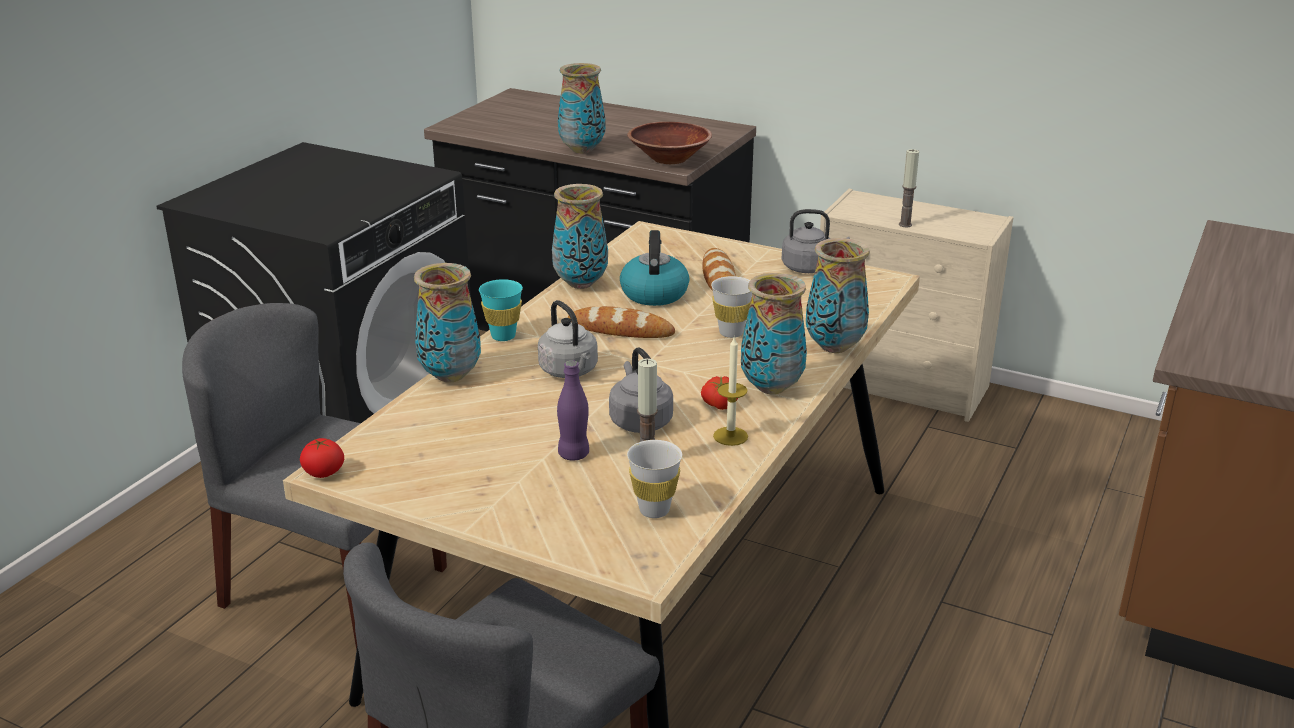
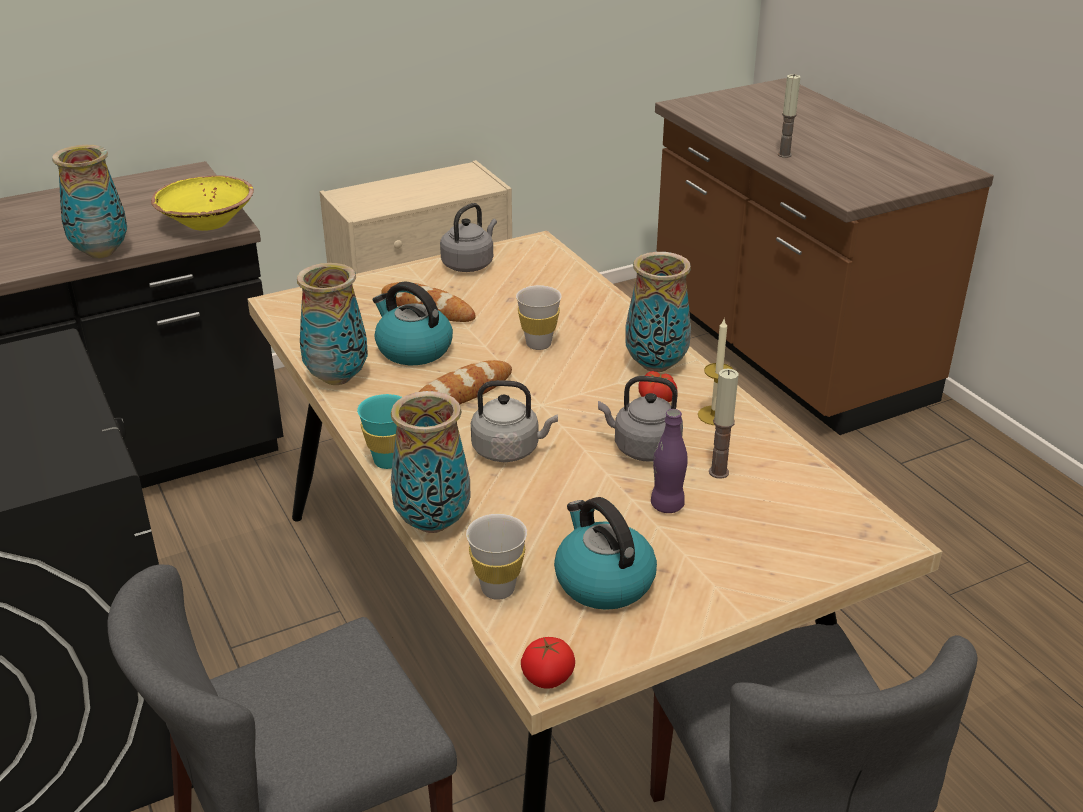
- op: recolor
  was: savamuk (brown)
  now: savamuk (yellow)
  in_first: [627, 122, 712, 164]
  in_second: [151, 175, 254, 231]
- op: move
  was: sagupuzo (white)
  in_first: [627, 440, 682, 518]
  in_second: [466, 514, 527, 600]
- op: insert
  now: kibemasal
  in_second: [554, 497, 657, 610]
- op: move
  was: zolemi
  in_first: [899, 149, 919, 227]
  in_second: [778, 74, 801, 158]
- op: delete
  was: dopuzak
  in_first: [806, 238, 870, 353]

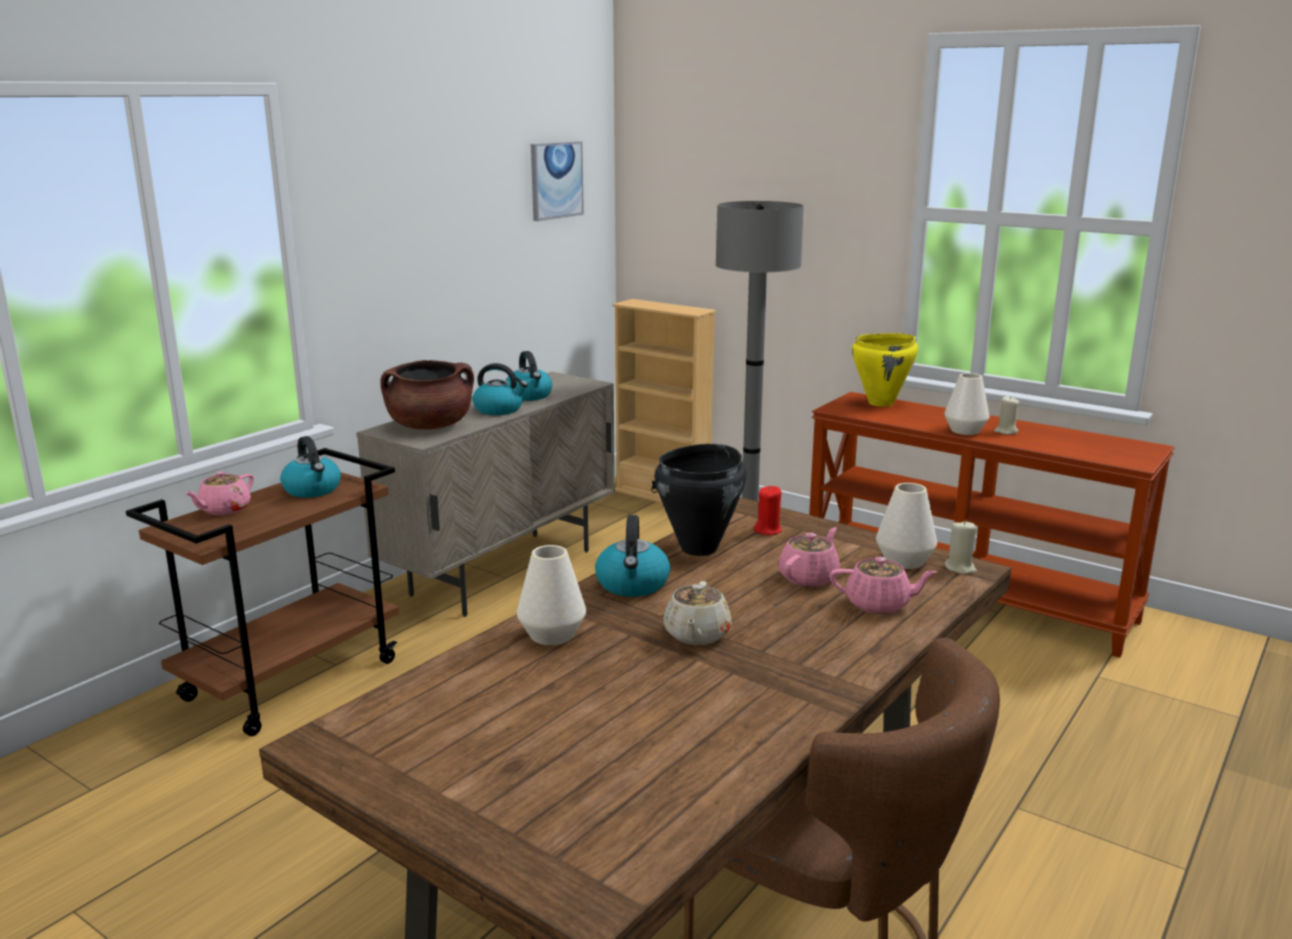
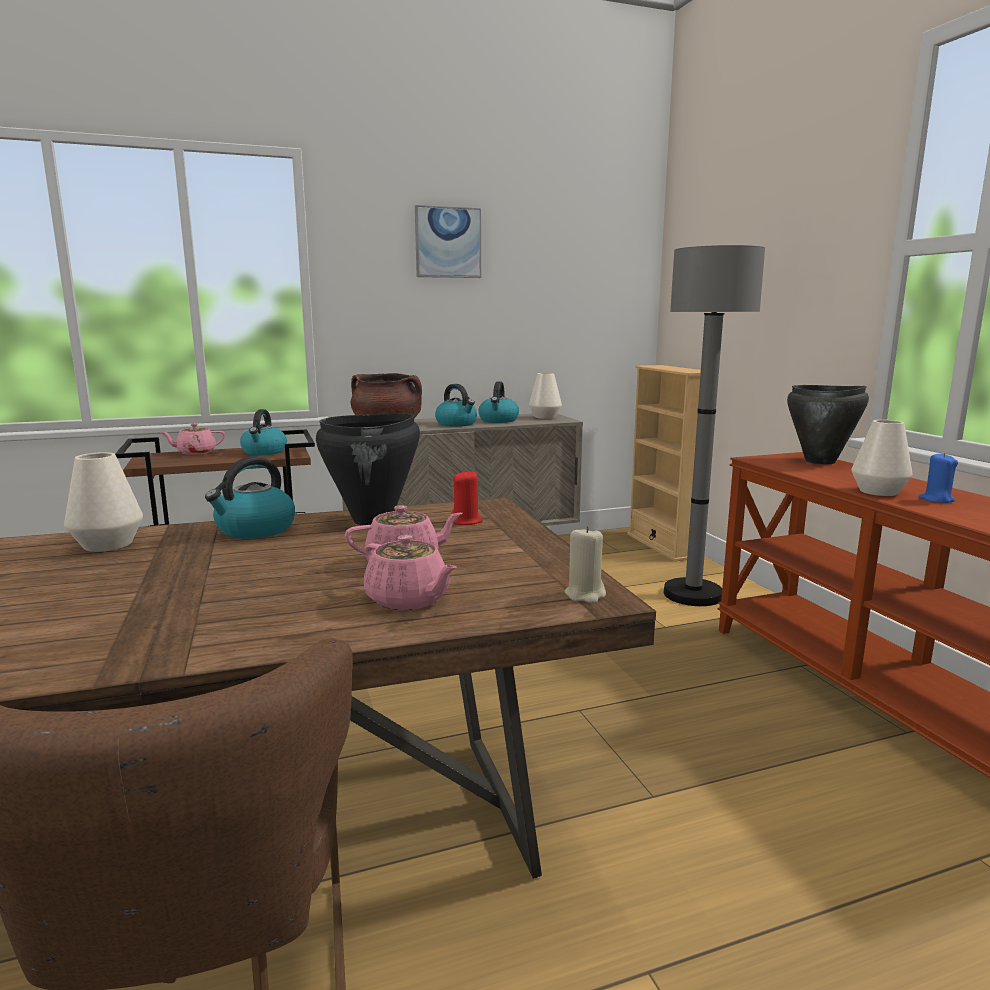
- op: move
  was: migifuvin
  in_first: [531, 141, 584, 221]
  in_second: [415, 205, 481, 278]
- op: move
  was: dopuzak (white)
  in_first: [876, 483, 937, 569]
  in_second: [529, 373, 562, 419]
- op: recolor
  was: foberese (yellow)
  now: foberese (black)
  in_first: [852, 333, 918, 407]
  in_second: [787, 385, 869, 464]
- op: recolor
  was: zolemi (beige)
  now: zolemi (blue)
  in_first: [994, 396, 1020, 435]
  in_second: [919, 453, 958, 503]
- op: delete
  was: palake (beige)
  in_first: [663, 581, 732, 645]

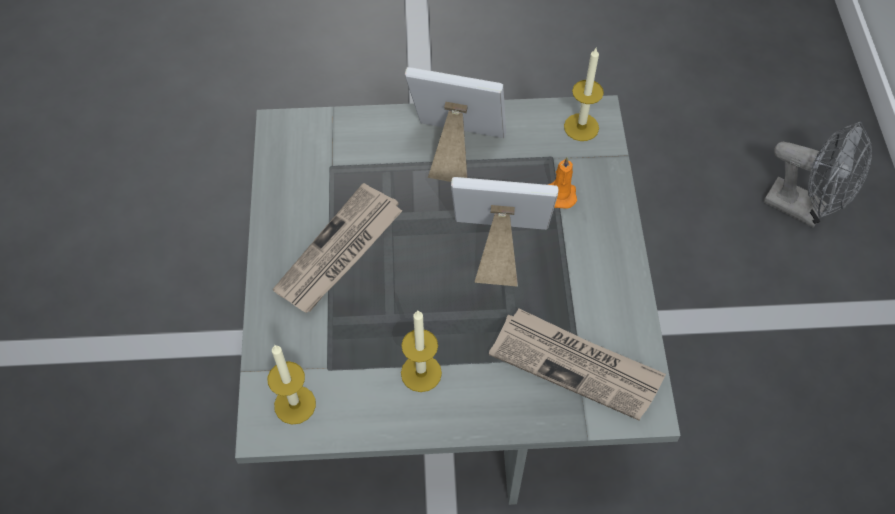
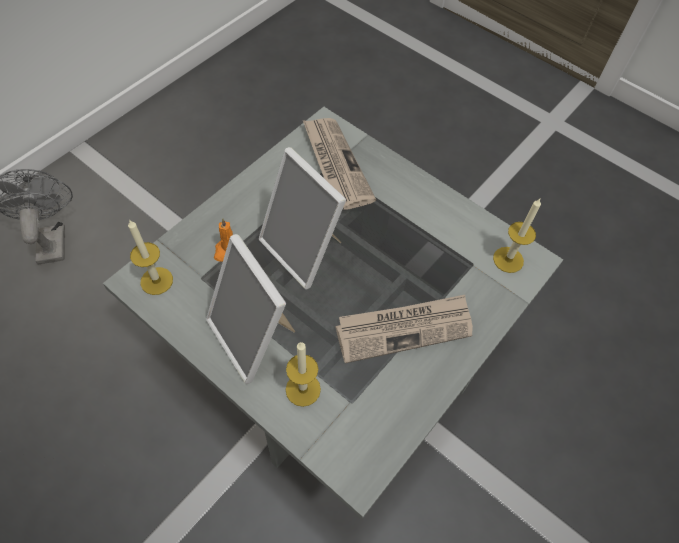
- op: move
  was: zolemi
  in_first: [401, 311, 442, 392]
  in_second: [286, 342, 321, 407]

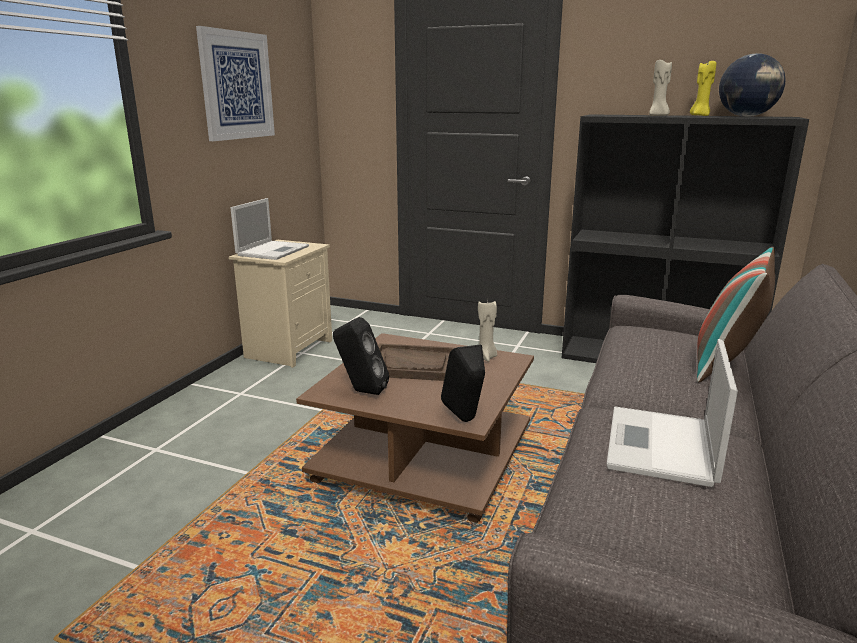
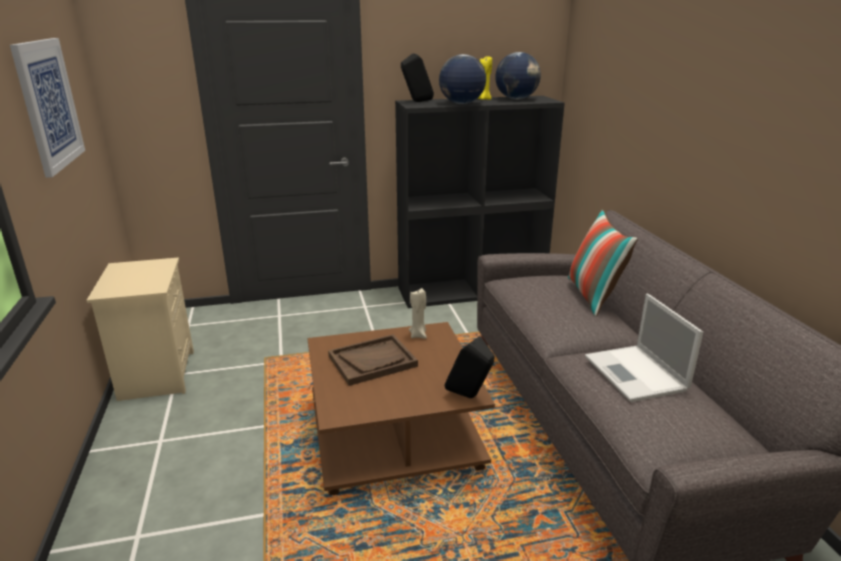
- op: move
  was: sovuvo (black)
  in_first: [333, 317, 389, 395]
  in_second: [401, 53, 434, 102]
- op: replace
  was: zolemi (beige)
  now: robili
  in_first: [649, 60, 672, 116]
  in_second: [439, 54, 486, 104]
- op: delete
  was: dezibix
  in_first: [231, 198, 309, 260]

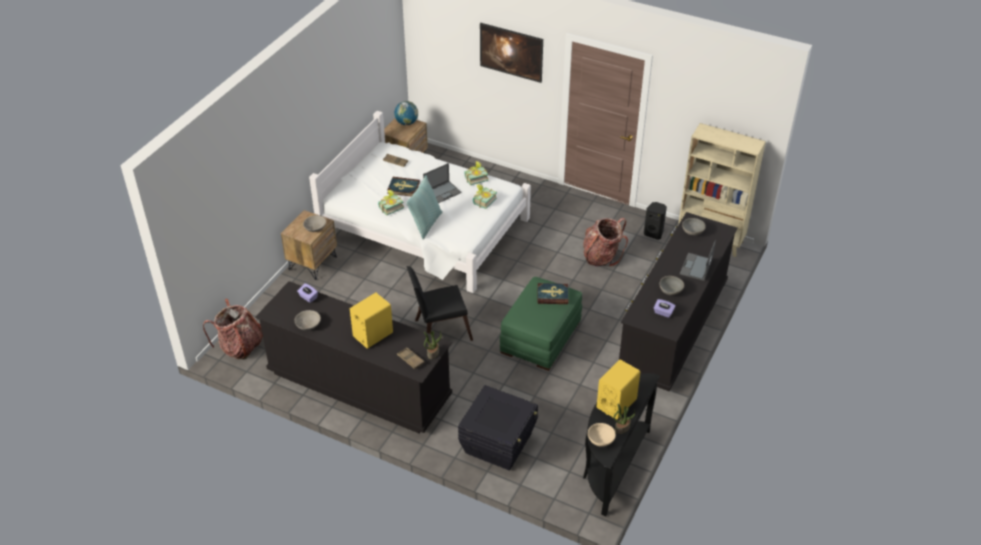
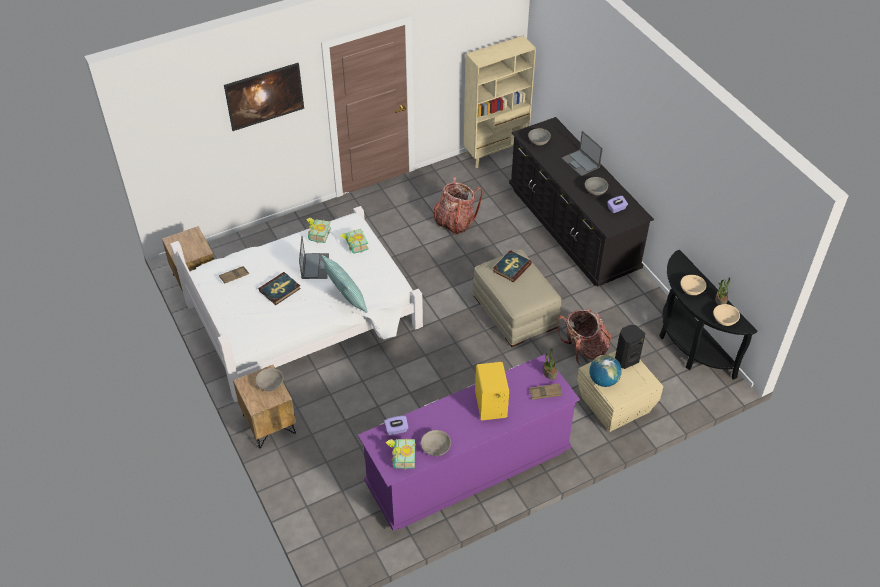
- op: recolor
  was: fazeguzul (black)
  now: fazeguzul (purple)
  in_first: [255, 281, 452, 433]
  in_second: [358, 354, 580, 531]
- op: move
  was: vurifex
  in_first: [378, 190, 404, 215]
  in_second: [386, 439, 416, 470]
- op: recolor
  was: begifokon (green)
  now: begifokon (beige)
  in_first: [500, 277, 582, 371]
  in_second: [473, 250, 562, 347]
- op: move
  was: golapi
  in_first: [203, 299, 263, 359]
  in_second: [556, 309, 611, 365]
- op: recolor
  was: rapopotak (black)
  now: rapopotak (beige)
  in_first: [458, 385, 538, 471]
  in_second: [577, 351, 663, 432]
- op: move
  was: robili
  in_first: [394, 101, 418, 125]
  in_second: [589, 355, 622, 387]
- op: move
  was: sovuvo (black)
  in_first: [644, 202, 667, 240]
  in_second: [615, 325, 645, 369]
- op: replace
  was: sovuvo (yellow)
  now: savamuk (beige)
  in_first: [597, 359, 640, 420]
  in_second: [681, 275, 707, 295]
- op: delete
  was: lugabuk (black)
  in_first: [406, 266, 473, 341]

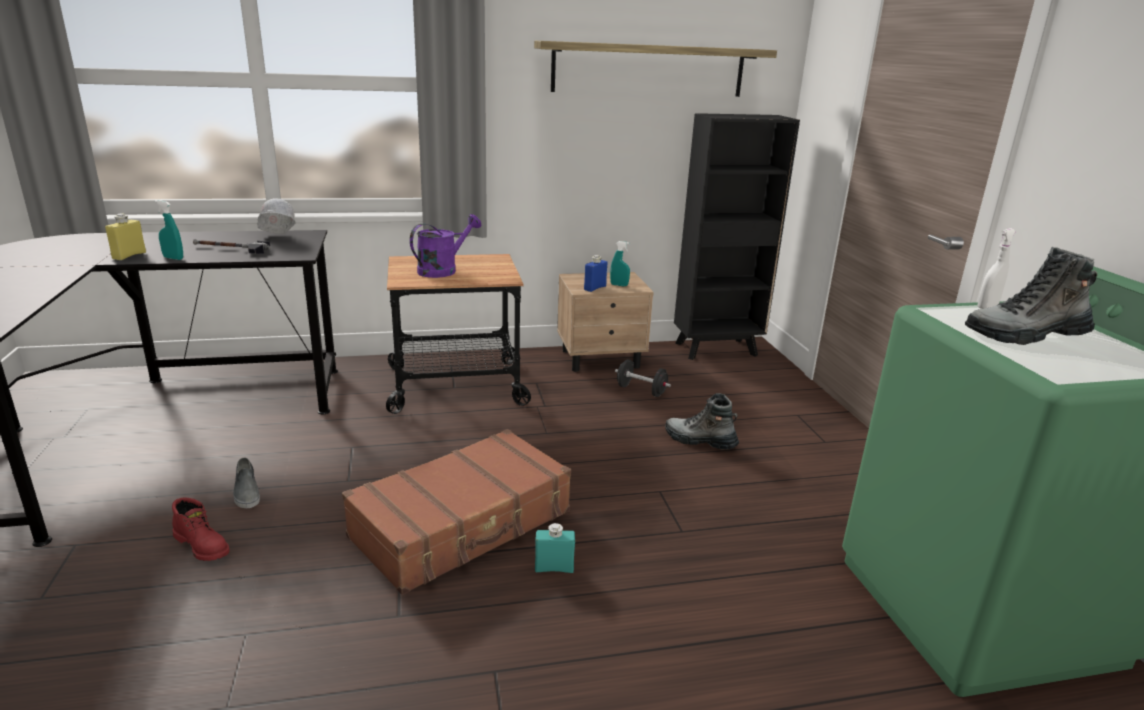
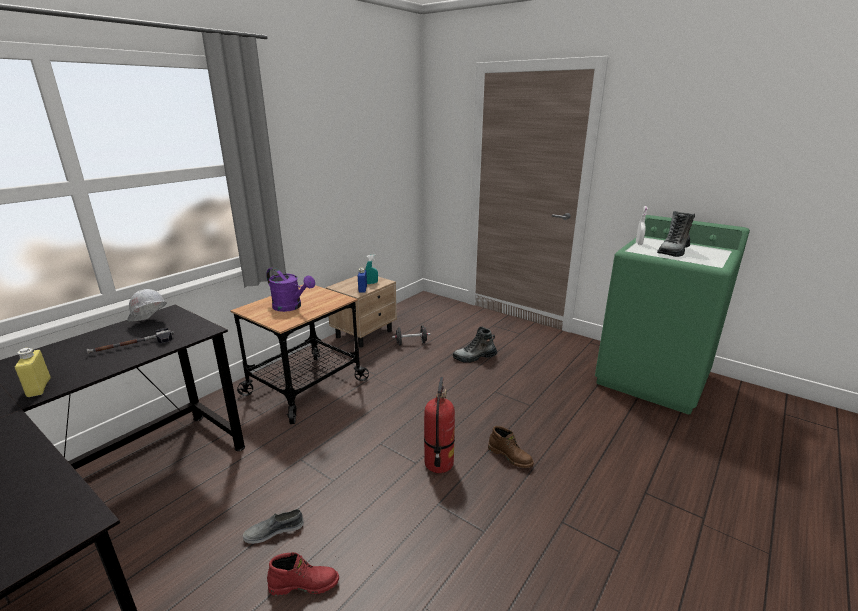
- op: rotate
  was: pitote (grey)
  in_first: [233, 458, 260, 508]
  in_second: [243, 509, 304, 544]
  clockwise: 135
- op: rotate
  was: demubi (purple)
  in_first: [410, 214, 481, 278]
  in_second: [266, 267, 315, 312]
  clockwise: 120
- op: replace
  was: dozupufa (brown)
  now: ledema
  in_first: [342, 429, 571, 595]
  in_second: [424, 377, 455, 473]
- op: replace
  was: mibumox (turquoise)
  now: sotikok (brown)
  in_first: [535, 523, 575, 573]
  in_second: [488, 426, 534, 468]
- op: delete
  was: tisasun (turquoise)
  in_first: [155, 200, 183, 260]
- op: delete
  was: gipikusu
  in_first: [534, 41, 777, 97]
- op: delete
  was: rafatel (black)
  in_first: [674, 113, 800, 360]

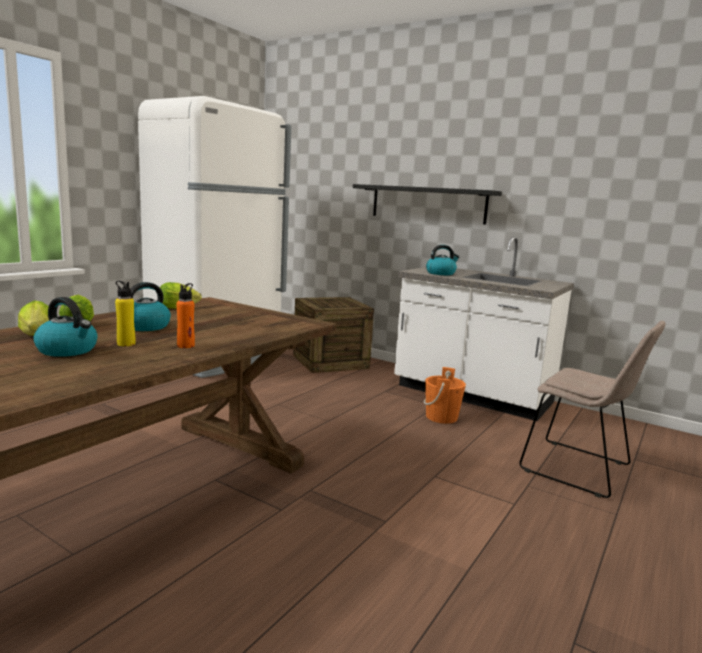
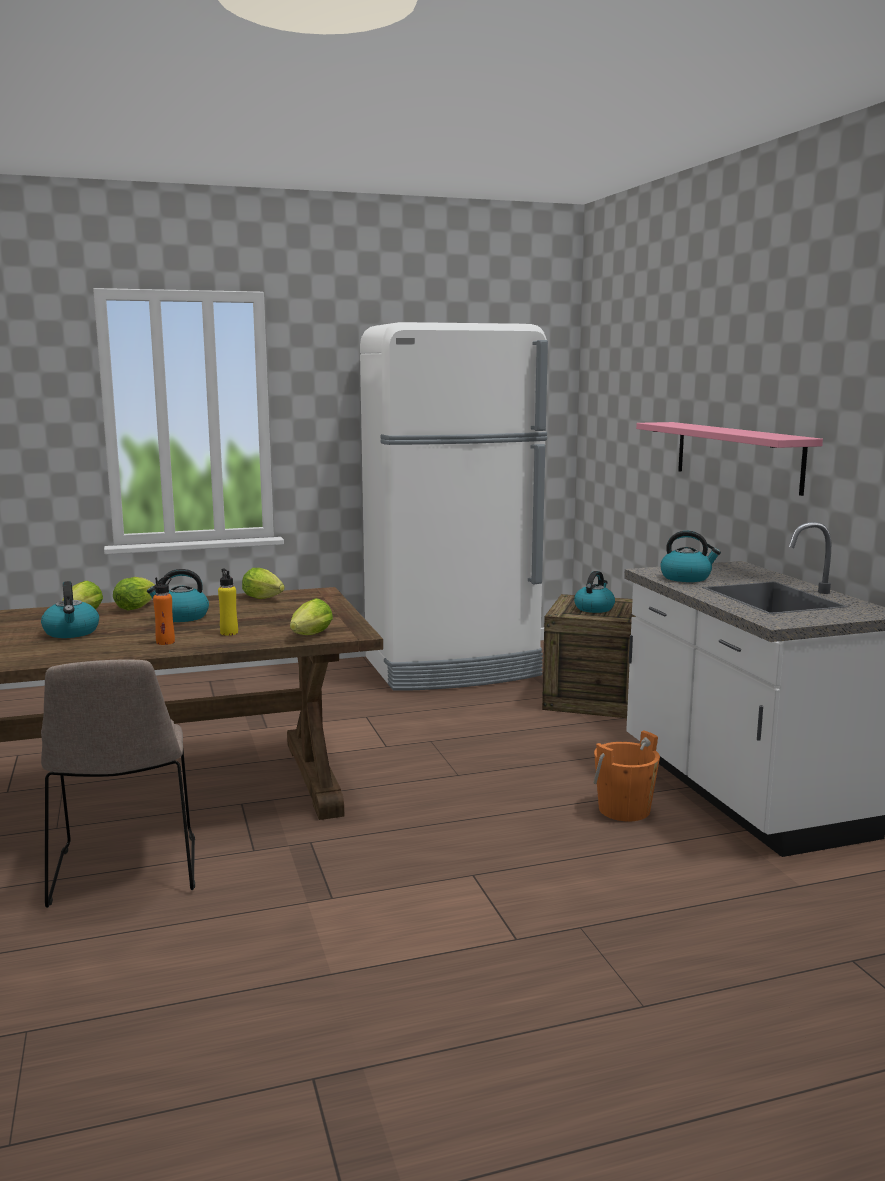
- op: move
  was: lugabuk (beige)
  in_first: [519, 321, 665, 498]
  in_second: [41, 659, 195, 908]
- op: move
  was: mibumox (yellow)
  in_first: [115, 281, 135, 346]
  in_second: [218, 569, 238, 636]
- op: insert
  now: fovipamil
  in_second: [290, 598, 333, 635]
- op: insert
  now: kibemasal
  in_second: [574, 571, 615, 613]
- op: recolor
  was: gipikusu (black)
  now: gipikusu (pink)
  in_first: [353, 184, 502, 224]
  in_second: [636, 422, 823, 496]

